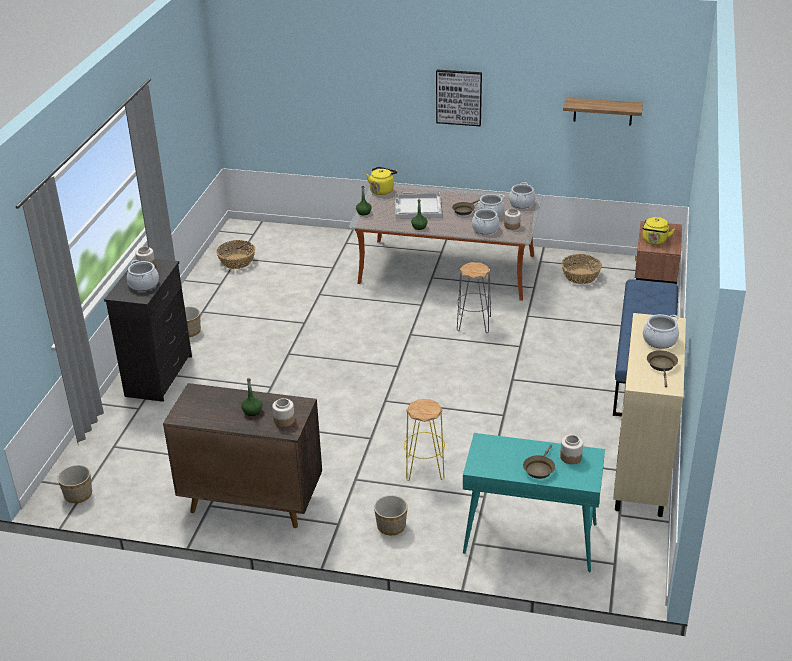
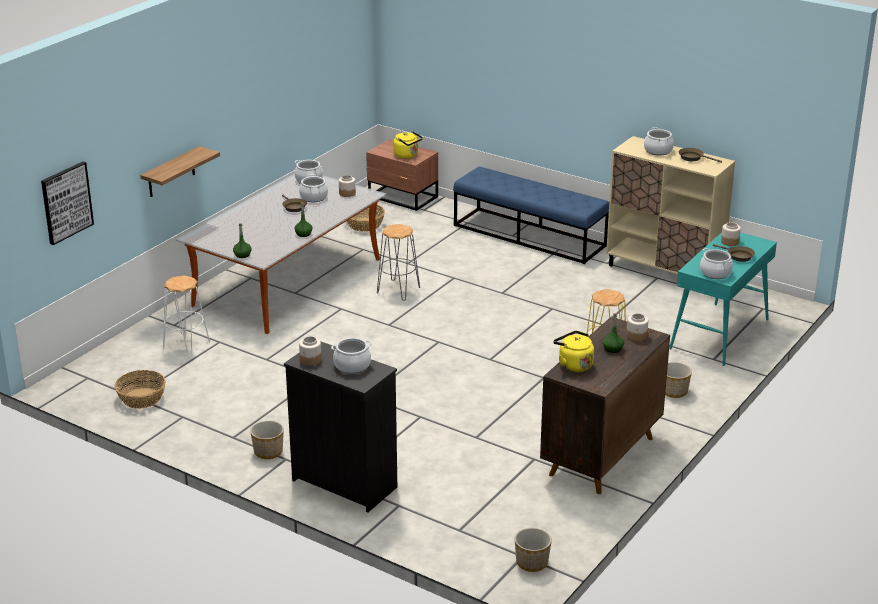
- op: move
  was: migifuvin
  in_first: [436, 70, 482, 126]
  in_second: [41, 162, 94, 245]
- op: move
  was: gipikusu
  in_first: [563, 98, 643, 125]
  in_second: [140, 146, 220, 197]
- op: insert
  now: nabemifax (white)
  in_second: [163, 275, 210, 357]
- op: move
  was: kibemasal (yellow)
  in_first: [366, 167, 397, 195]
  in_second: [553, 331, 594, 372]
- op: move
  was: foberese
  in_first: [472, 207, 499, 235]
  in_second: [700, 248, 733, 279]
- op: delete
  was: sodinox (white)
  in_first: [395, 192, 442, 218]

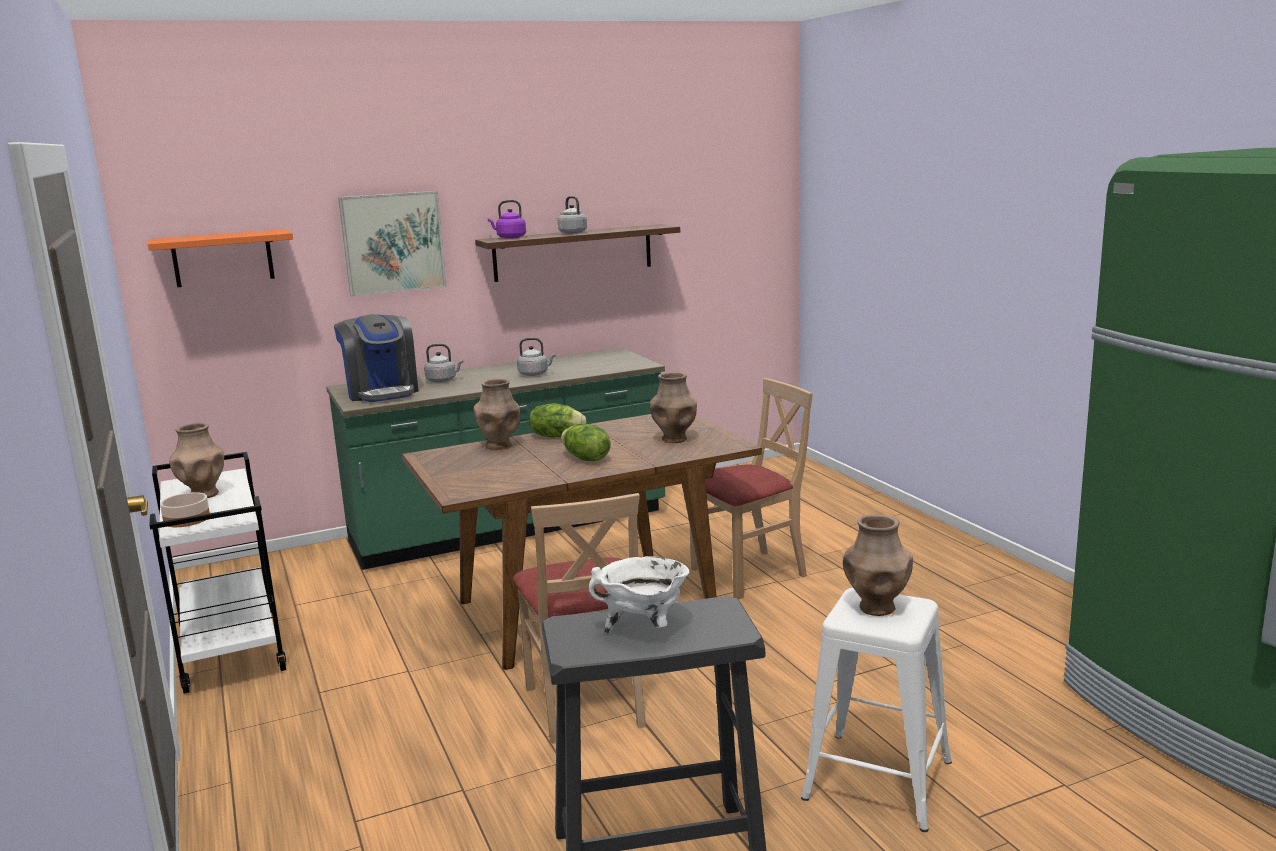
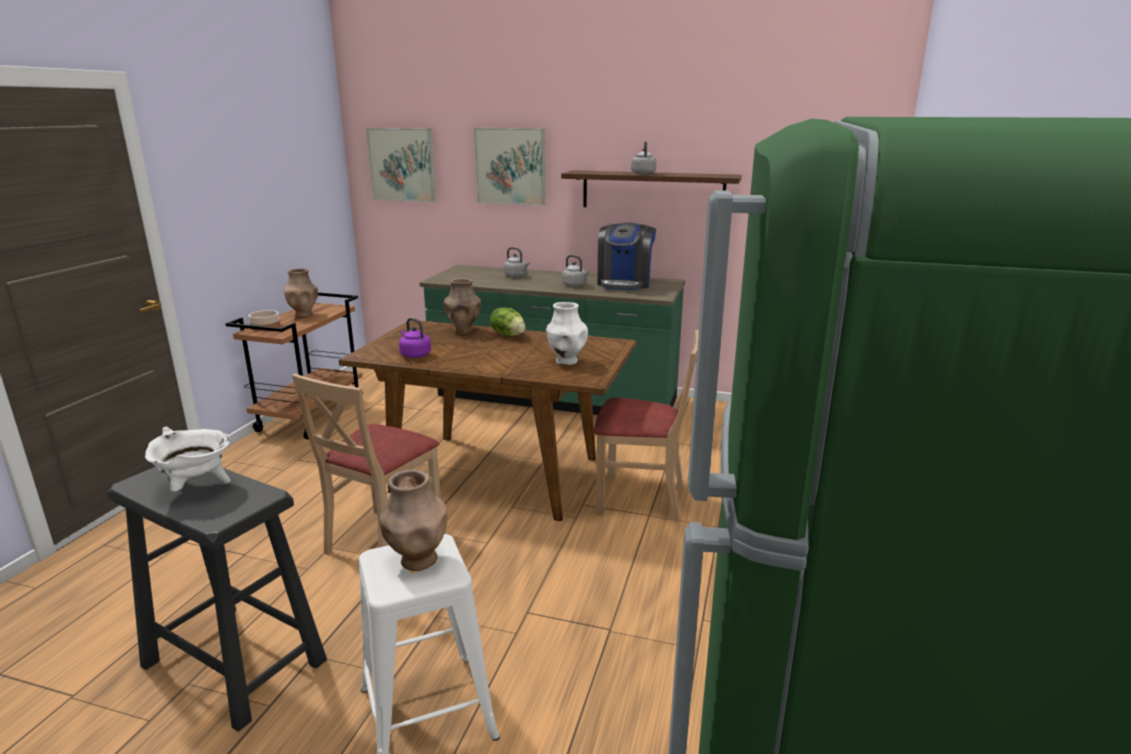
- op: recolor
  was: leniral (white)
  now: leniral (brown)
  in_first: [150, 452, 286, 694]
  in_second: [225, 292, 364, 440]
- op: replace
  was: gipikusu (orange)
  now: migifuvin
  in_first: [148, 229, 293, 287]
  in_second: [366, 128, 436, 202]
- op: move
  was: kibemasal (purple)
  in_first: [488, 200, 526, 239]
  in_second: [399, 318, 431, 358]
- op: recolor
  was: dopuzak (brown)
  now: dopuzak (white)
  in_first: [650, 372, 697, 443]
  in_second: [546, 302, 588, 365]
- op: move
  was: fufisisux
  in_first: [334, 314, 419, 402]
  in_second: [597, 222, 656, 290]
- op: delete
  was: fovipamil
  in_first: [561, 424, 611, 461]

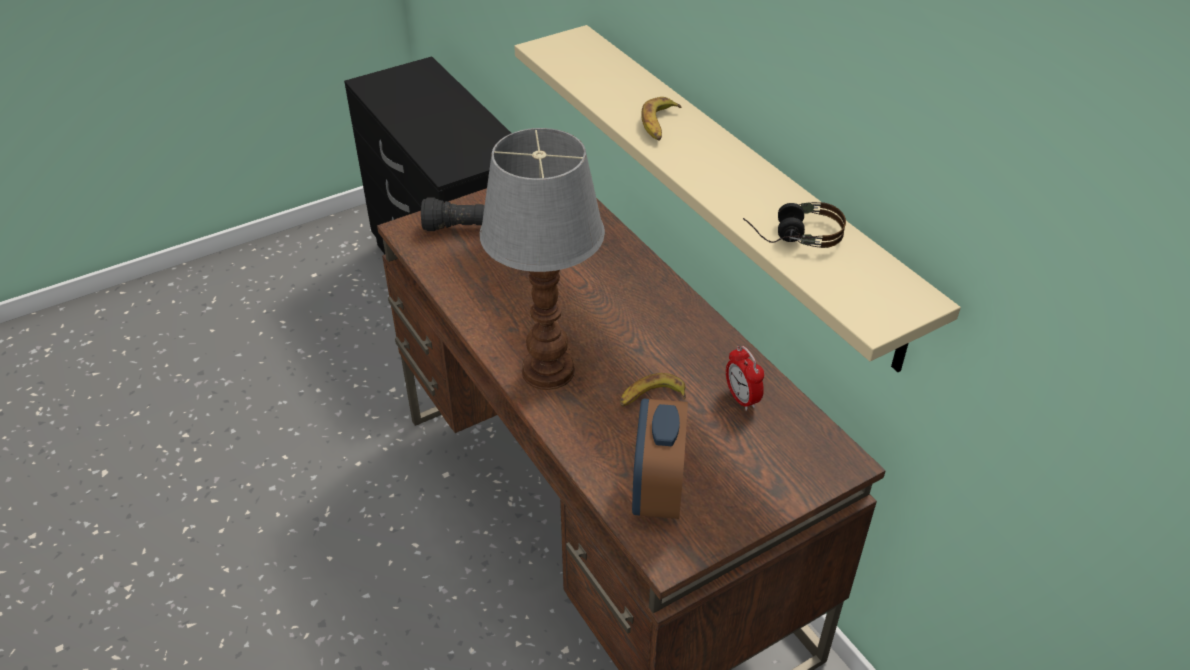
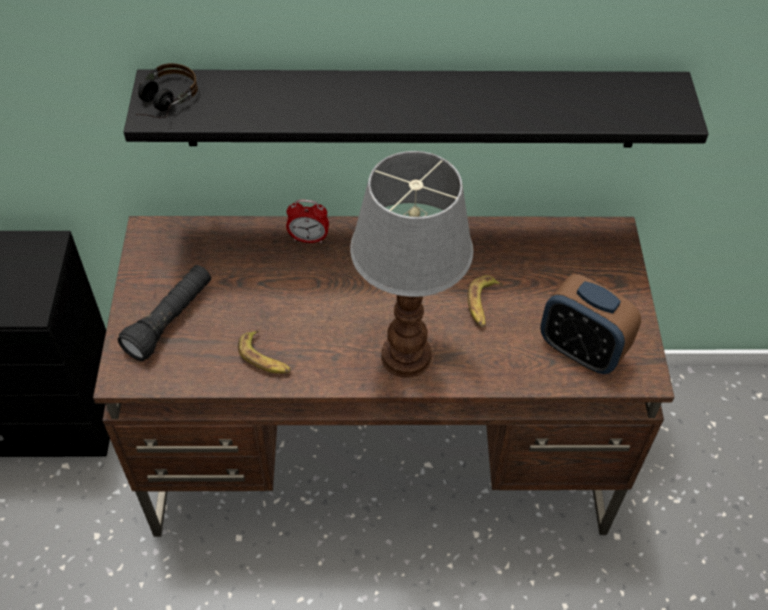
- op: recolor
  was: gipikusu (beige)
  now: gipikusu (black)
  in_first: [514, 25, 961, 372]
  in_second: [124, 70, 709, 147]
- op: move
  was: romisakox
  in_first: [743, 202, 846, 248]
  in_second: [136, 63, 198, 118]
- op: move
  was: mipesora
  in_first: [641, 97, 682, 141]
  in_second: [238, 330, 291, 374]
- op: move
  was: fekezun
  in_first: [726, 346, 764, 411]
  in_second: [286, 200, 329, 243]

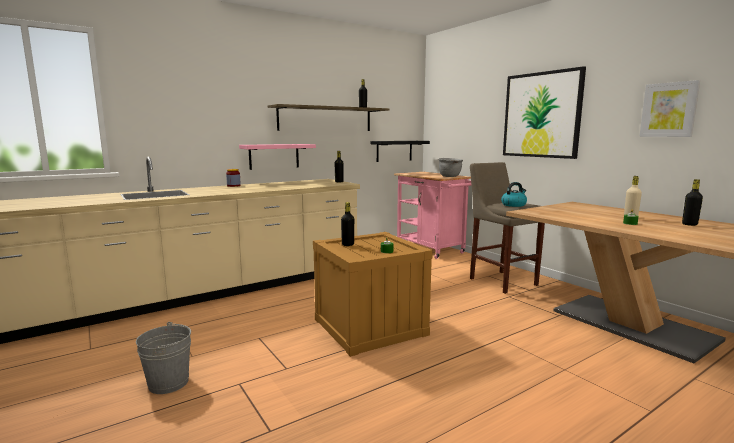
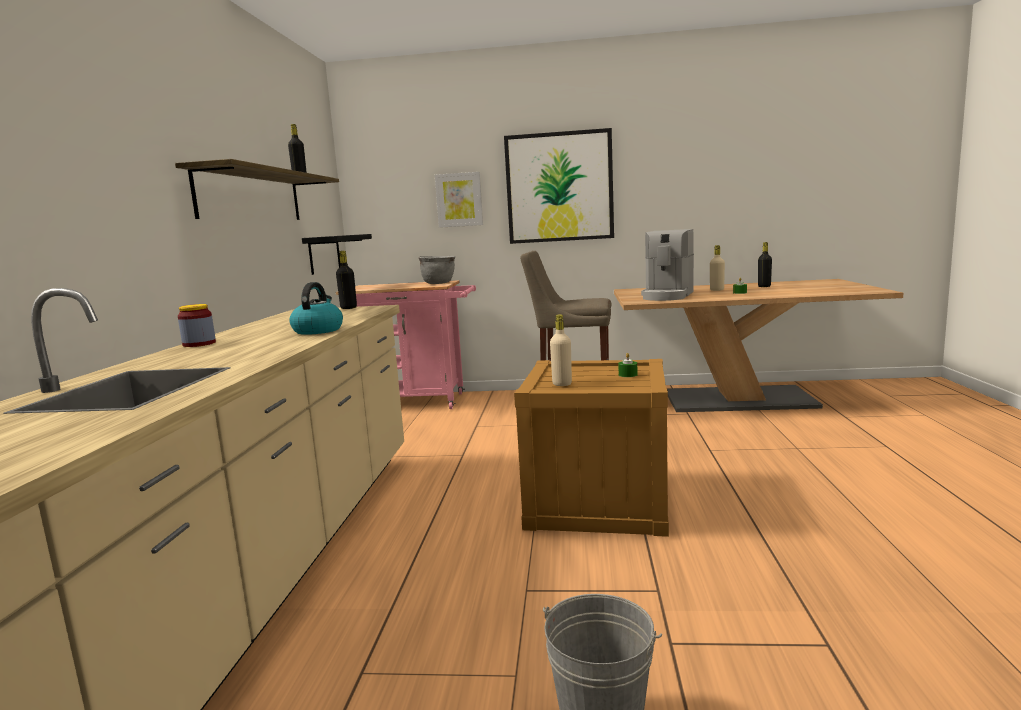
- op: move
  was: kibemasal
  in_first: [501, 182, 527, 207]
  in_second: [289, 282, 343, 335]
- op: move
  was: migifuvin
  in_first: [639, 80, 700, 137]
  in_second: [435, 172, 483, 228]
- op: recolor
  was: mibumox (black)
  now: mibumox (beige)
  in_first: [341, 202, 354, 246]
  in_second: [550, 314, 572, 386]
- op: insert
  now: fufisisux
  in_second: [641, 229, 694, 301]
- op: delete
  was: gipikusu (pink)
  in_first: [239, 144, 316, 170]

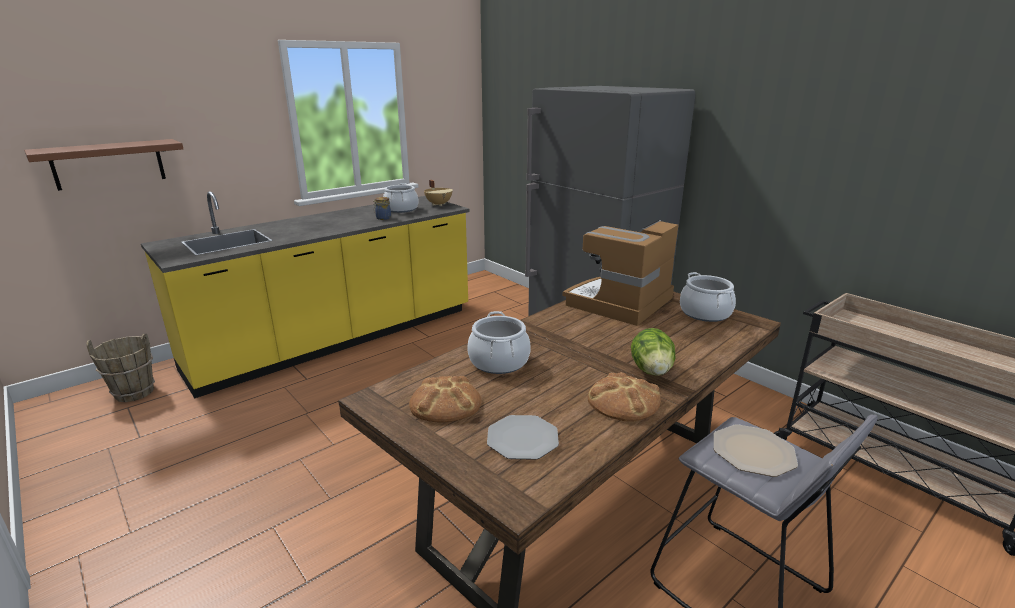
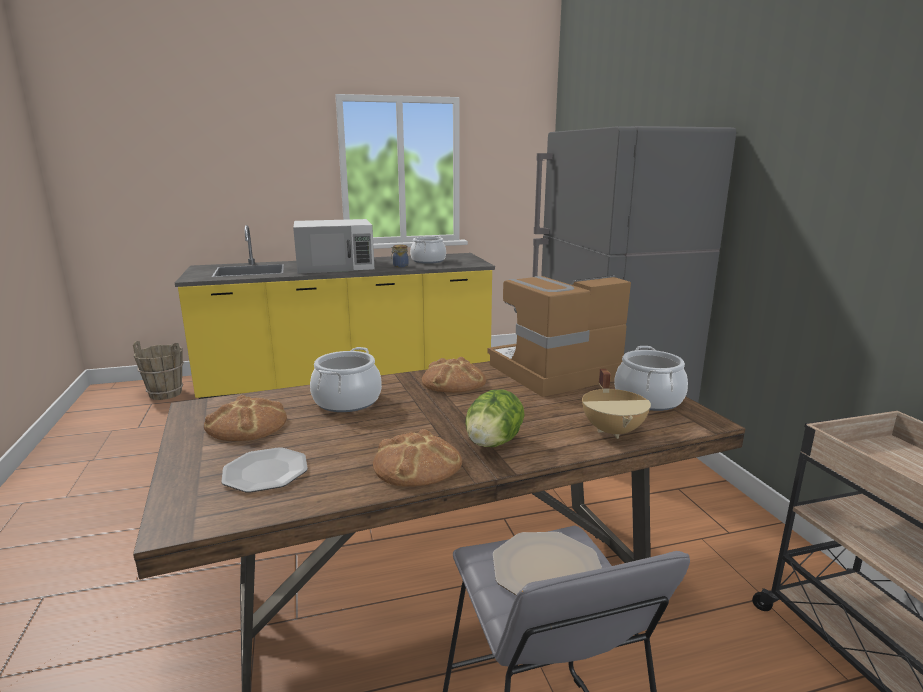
- op: insert
  now: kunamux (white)
  in_second: [293, 219, 374, 274]
- op: insert
  now: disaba
  in_second: [422, 357, 486, 393]
- op: move
  was: foberese (beige)
  in_first: [424, 180, 453, 206]
  in_second: [582, 369, 651, 439]
- op: delete
  was: gipikusu (brown)
  in_first: [24, 139, 183, 191]

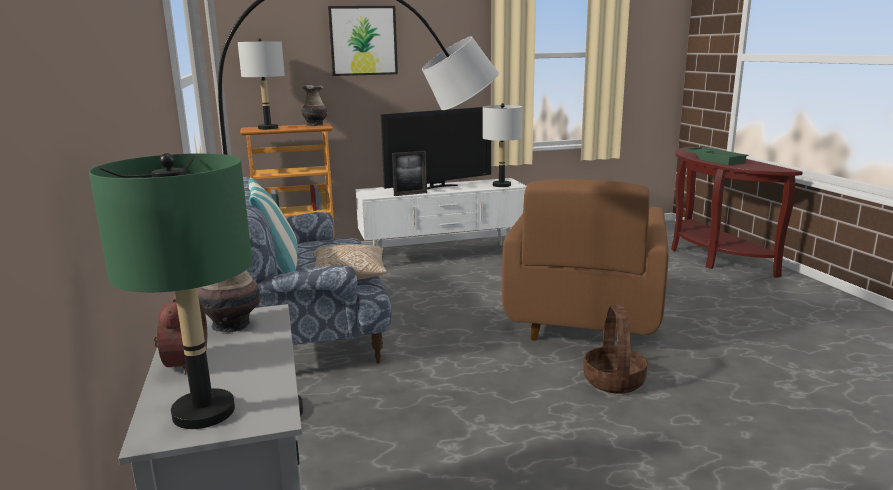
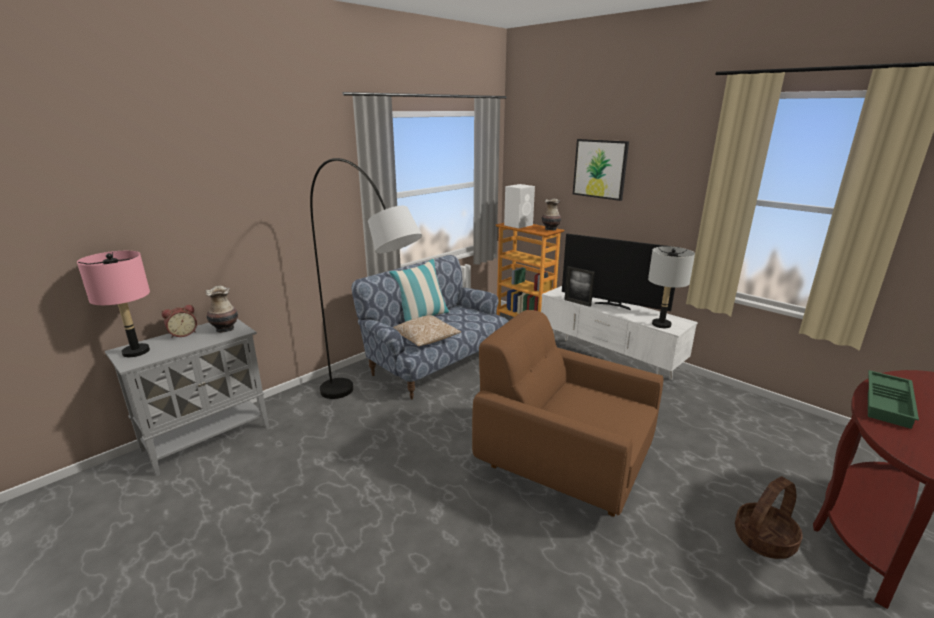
- op: recolor
  was: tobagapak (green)
  now: tobagapak (pink)
  in_first: [89, 153, 252, 429]
  in_second: [77, 251, 150, 357]
- op: rotate
  was: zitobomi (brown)
  in_first: [502, 179, 669, 341]
  in_second: [472, 310, 663, 517]
  clockwise: 45
- op: replace
  was: tobagapak (grey)
  now: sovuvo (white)
  in_first: [238, 38, 285, 130]
  in_second: [504, 184, 535, 228]
- op: move
  was: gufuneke
  in_first: [583, 305, 647, 394]
  in_second: [735, 476, 803, 559]

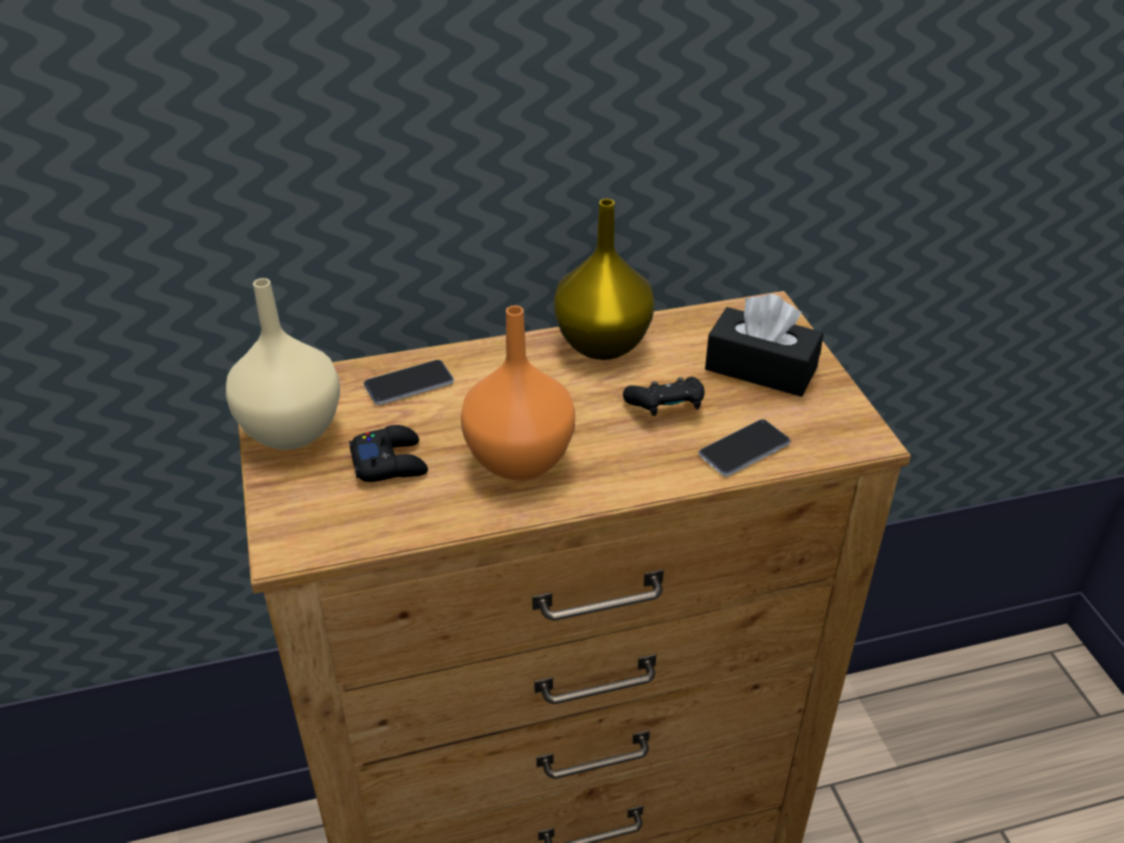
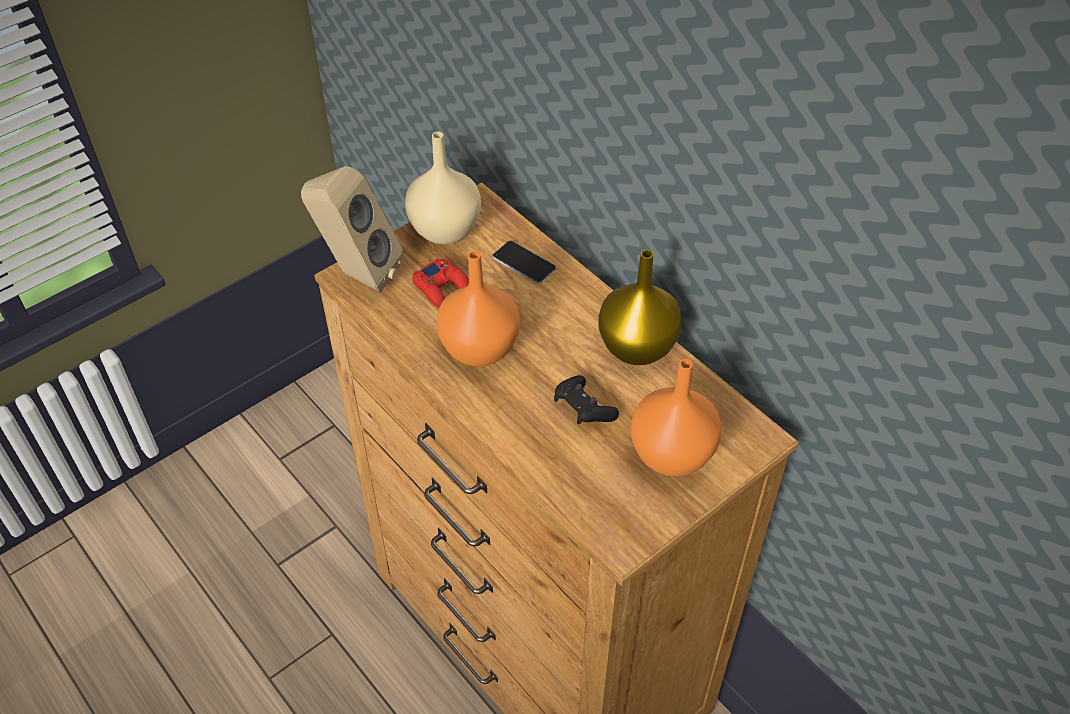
- op: insert
  now: sovuvo (beige)
  in_second: [301, 166, 403, 292]
- op: recolor
  was: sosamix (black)
  now: sosamix (red)
  in_first: [349, 425, 428, 482]
  in_second: [412, 258, 469, 308]
- op: replace
  was: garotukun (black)
  now: dopuzak (orange)
  in_first: [705, 294, 824, 397]
  in_second: [631, 359, 721, 476]
- op: delete
  was: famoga
  in_first: [698, 419, 791, 476]

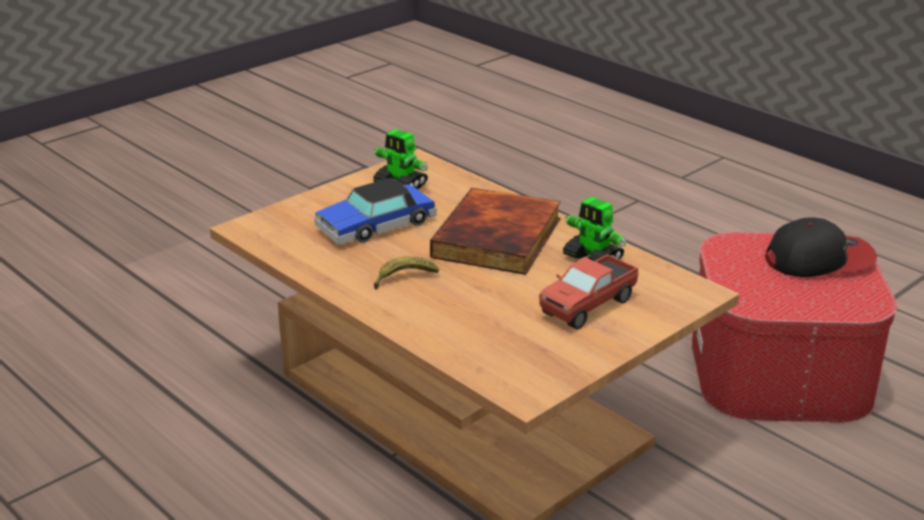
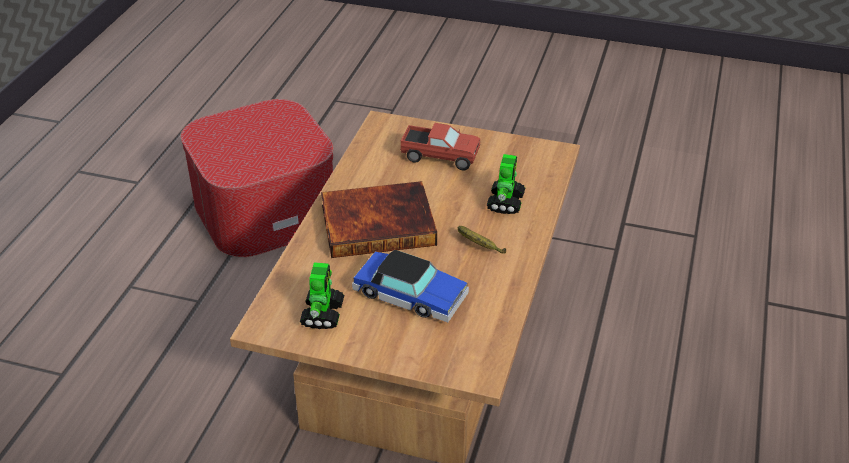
- op: move
  was: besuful
  in_first: [563, 197, 627, 261]
  in_second: [486, 154, 525, 214]
- op: delete
  was: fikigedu
  in_first: [765, 217, 877, 277]

